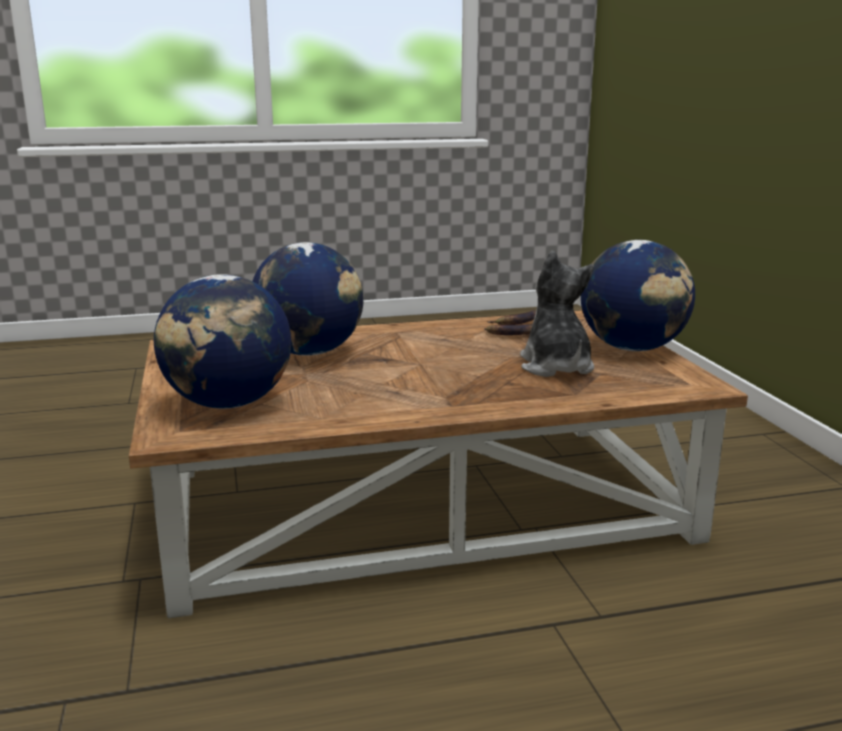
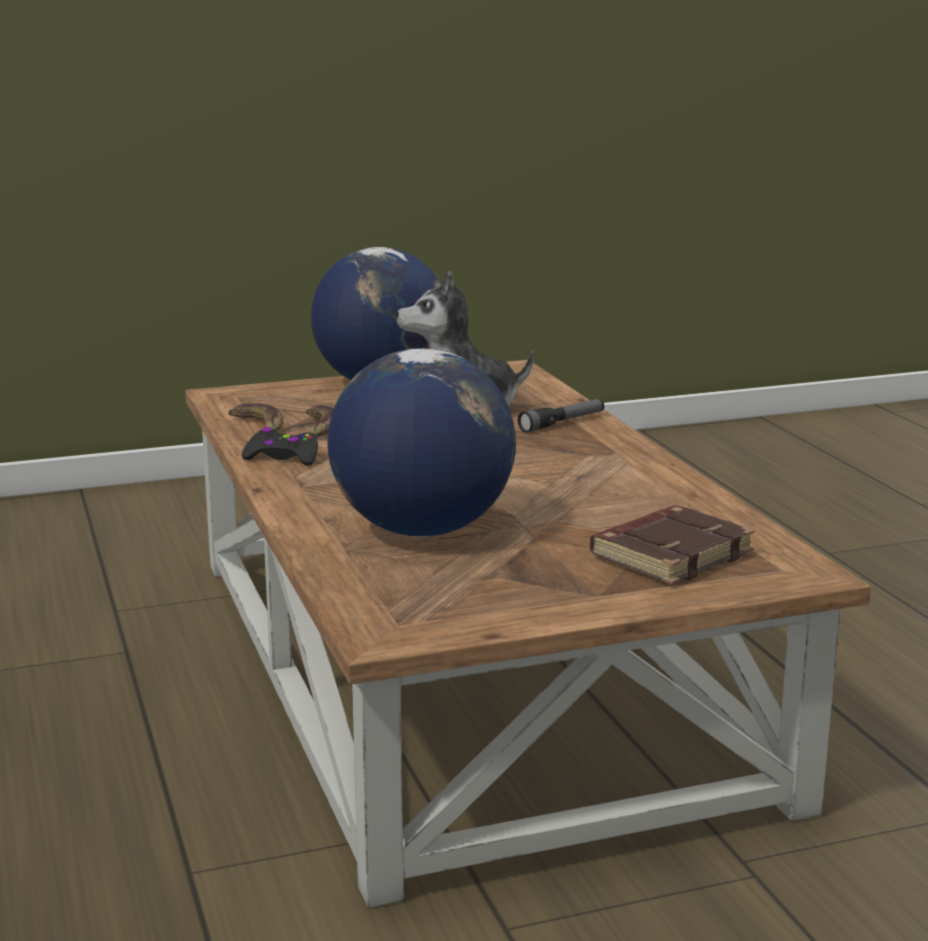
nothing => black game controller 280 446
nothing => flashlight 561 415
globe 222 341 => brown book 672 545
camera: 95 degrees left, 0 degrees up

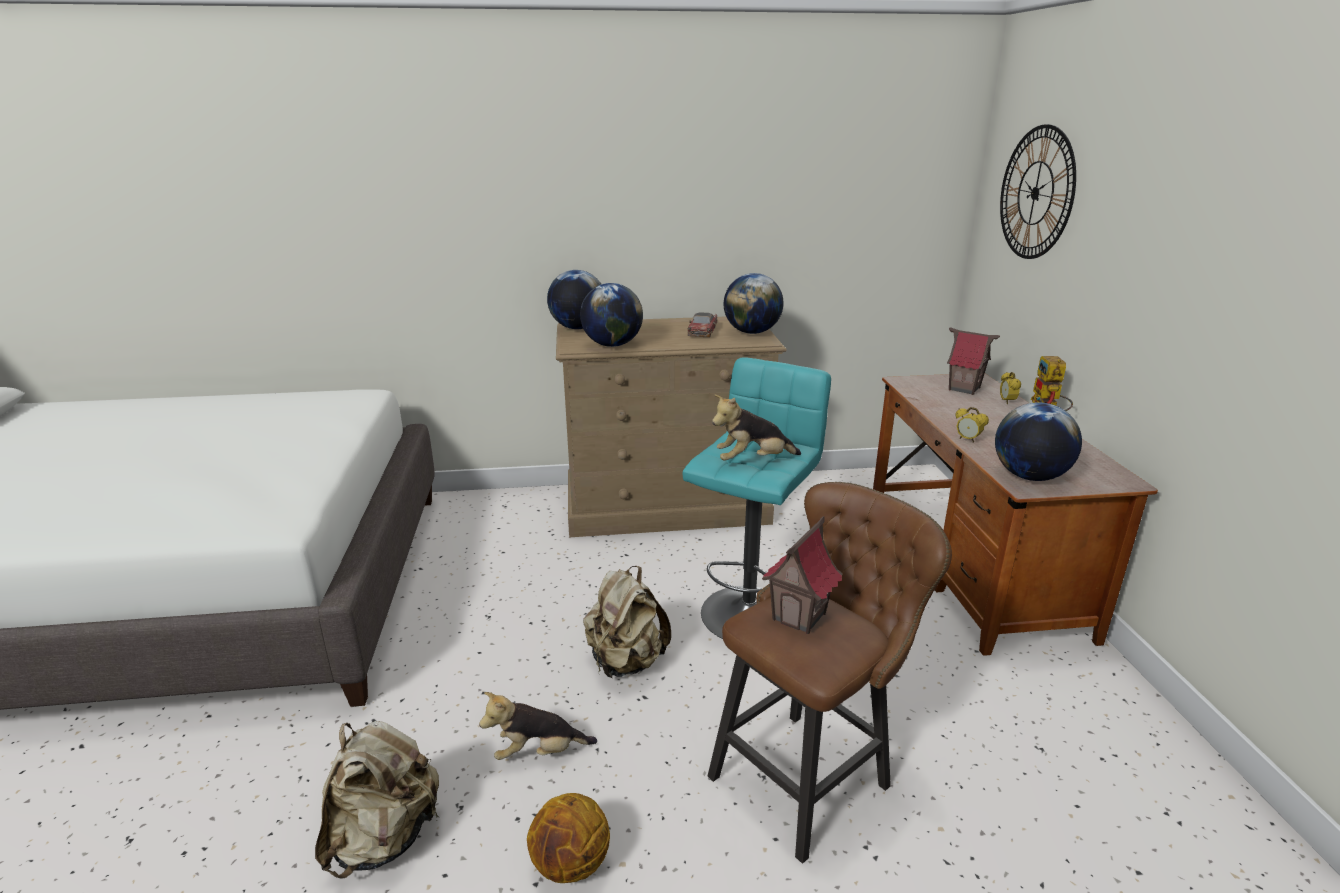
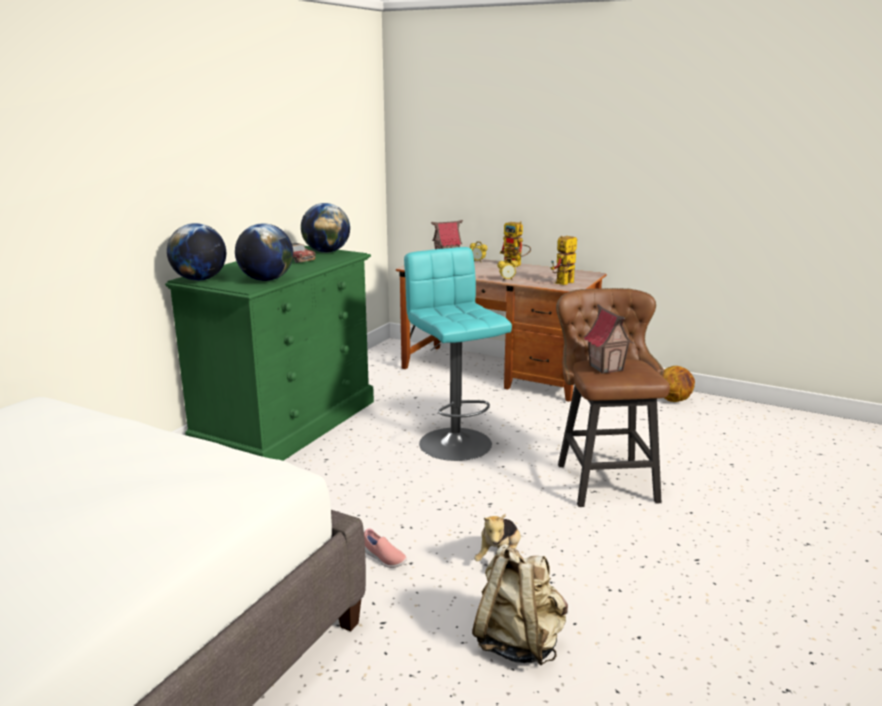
beige dresser 671 427 => green dresser 269 353
nothing => pink shoe 385 548
globe 1038 441 => toy robot 563 260
basketball 568 838 => basketball 679 384, relocated
beige backpack 627 622 => nothing
plush toy 756 428 => nothing
wall clock 1038 191 => nothing
camera: 55 degrees left, 5 degrees down

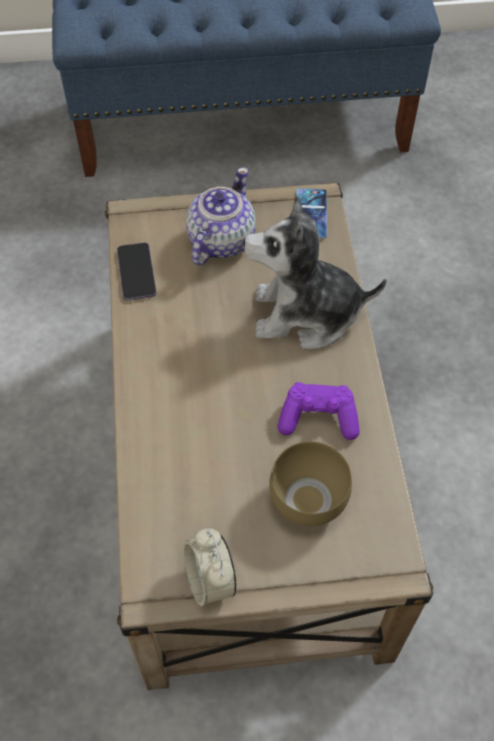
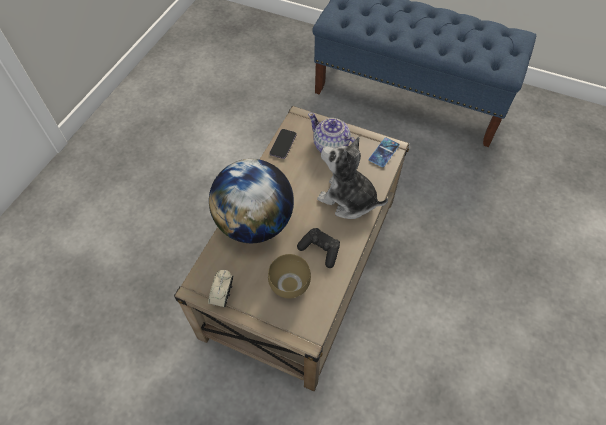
nothing => globe 251 201
purple game controller 318 411 => black game controller 318 248
teapot 221 216 => teapot 331 132, 105 degrees counterclockwise
camera: 30 degrees right, 0 degrees up

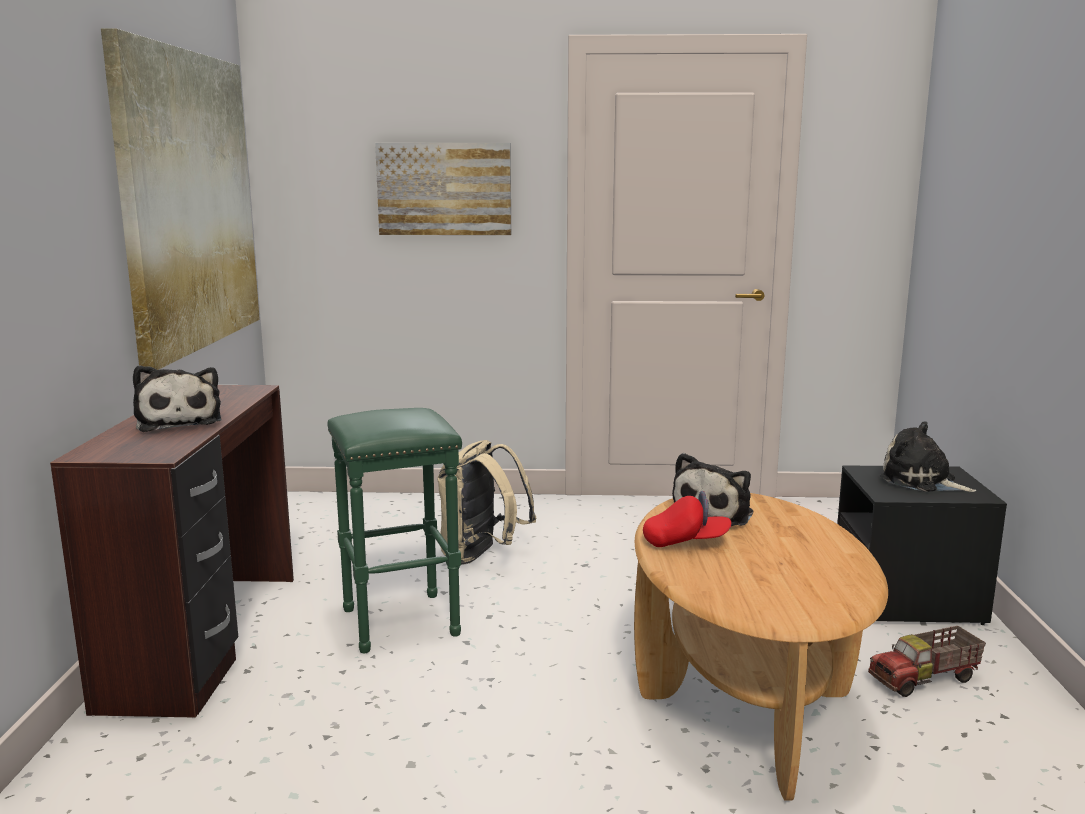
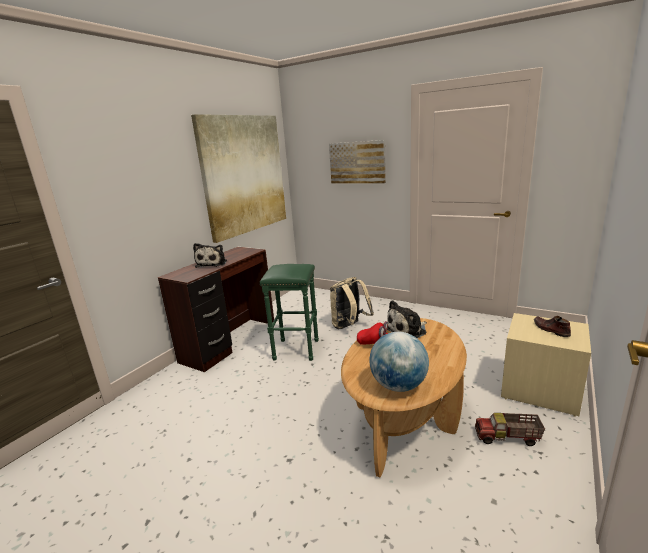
nothing => globe 399 362
black nightstand 922 545 => beige nightstand 546 365
plush toy 928 456 => brown shoe 552 326
camera: 30 degrees right, 5 degrees up

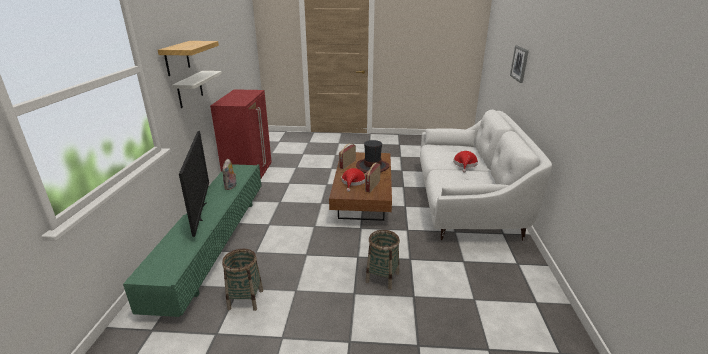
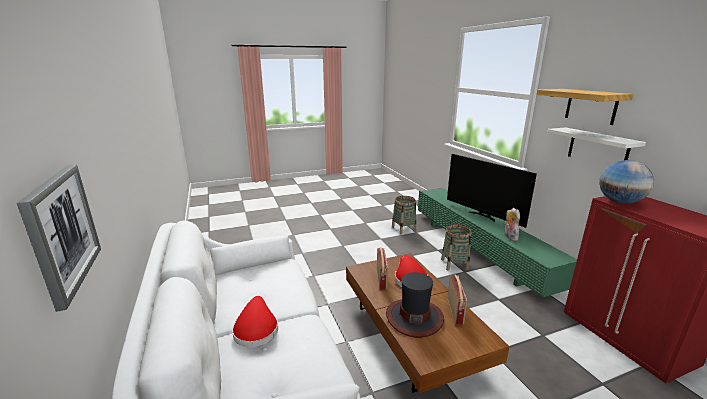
basket 382 260 => basket 456 247, relocated
nothing => globe 626 182
camera: 155 degrees right, 5 degrees down

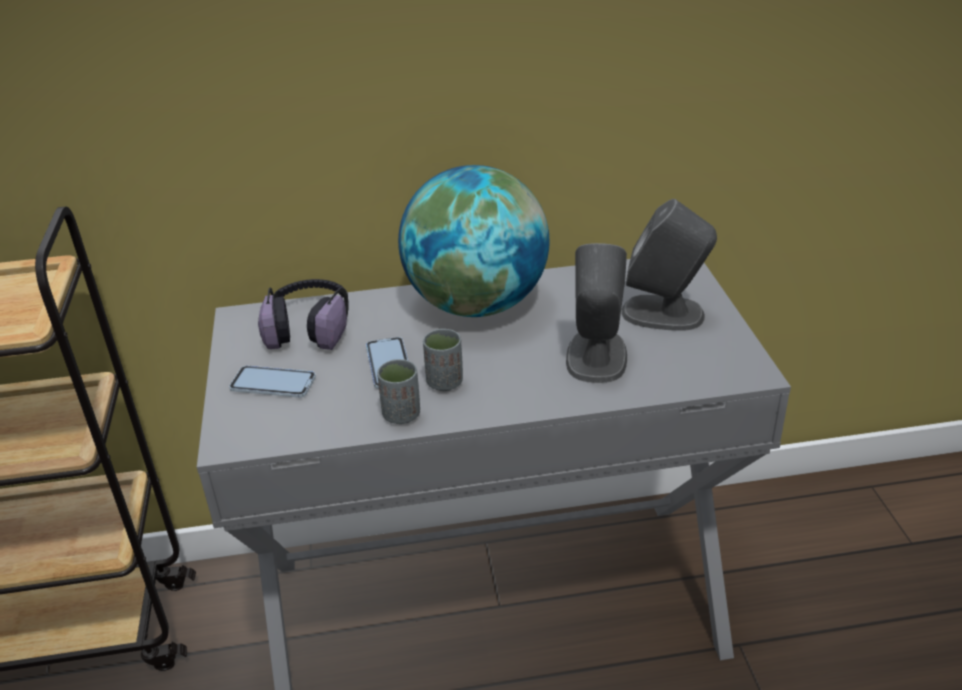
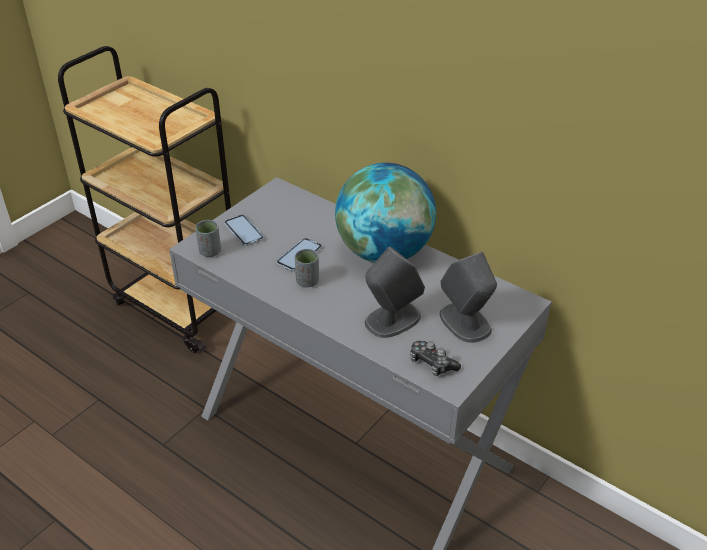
grey cup 398 391 => grey cup 208 238, relocated
nothing => game controller 435 358
headphones 303 314 => nothing
camera: 45 degrees right, 5 degrees up

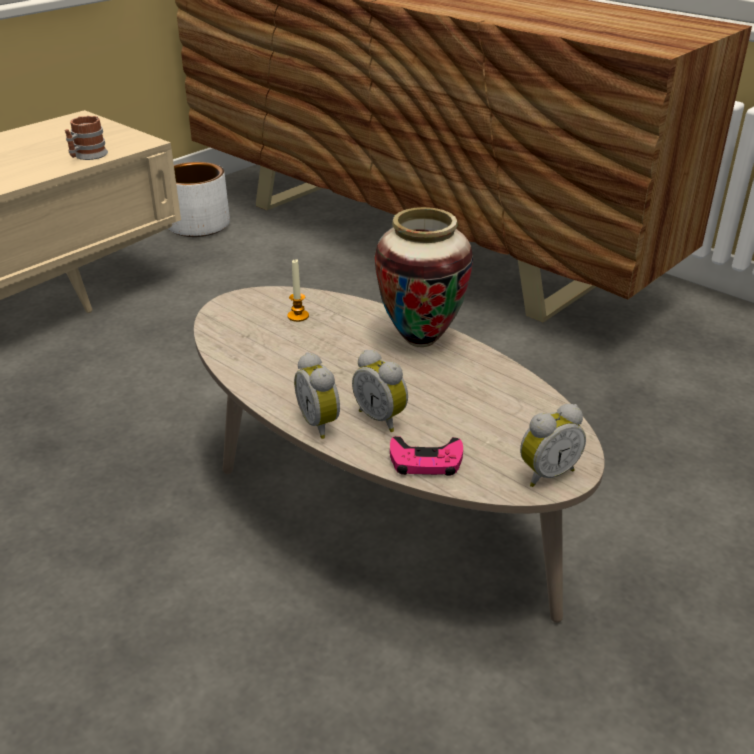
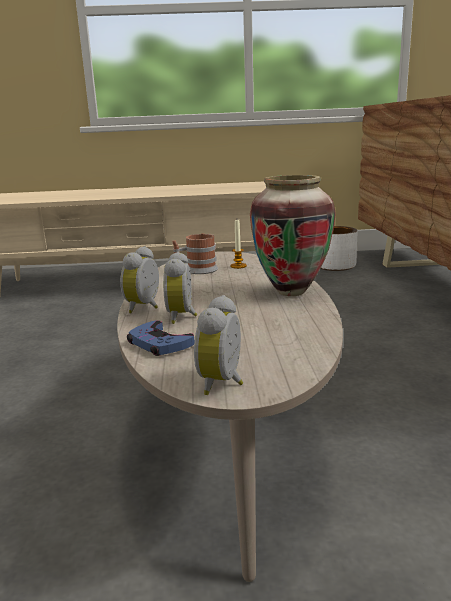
pink game controller 426 456 => blue game controller 161 338
mug 86 138 => mug 195 253, relocated
alarm clock 553 445 => alarm clock 218 345, 90 degrees clockwise
camera: 45 degrees right, 15 degrees down

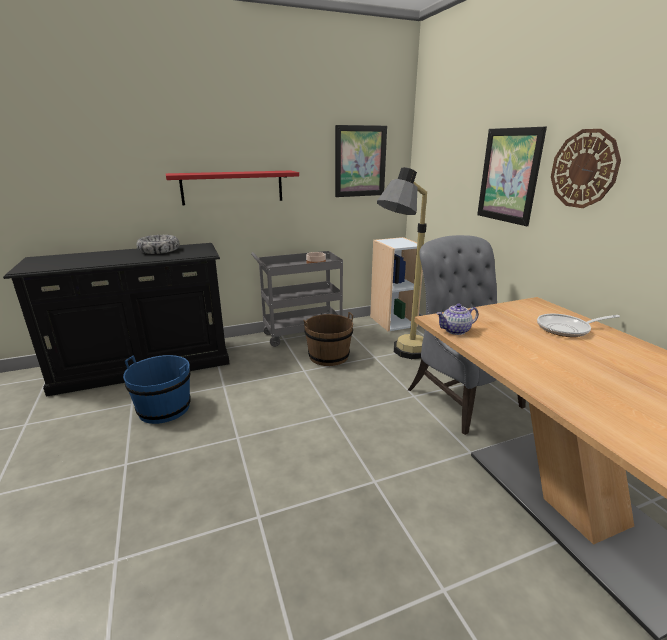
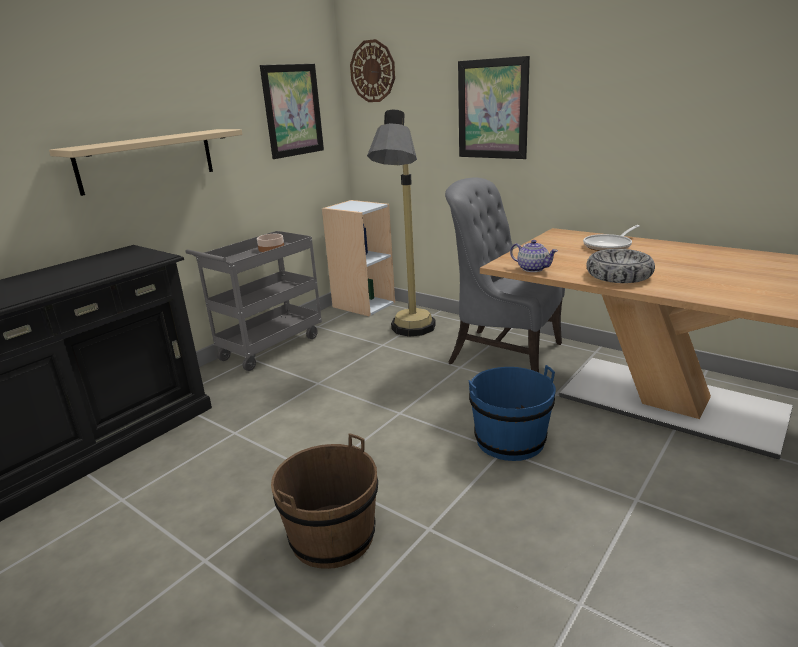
red shelf 232 188 => beige shelf 146 162
brown bucket 328 339 => brown bucket 324 501, relocated
wall clock 586 168 => wall clock 372 70, relocated
blue bucket 156 389 => blue bucket 512 413, relocated
teapot 457 319 => teapot 534 256, 90 degrees counterclockwise
bowl 157 244 => bowl 620 266, relocated
camera: 30 degrees left, 0 degrees up

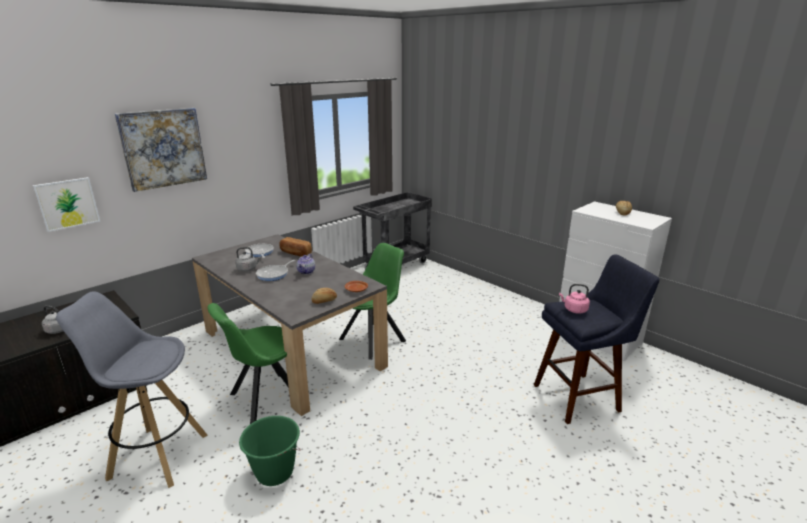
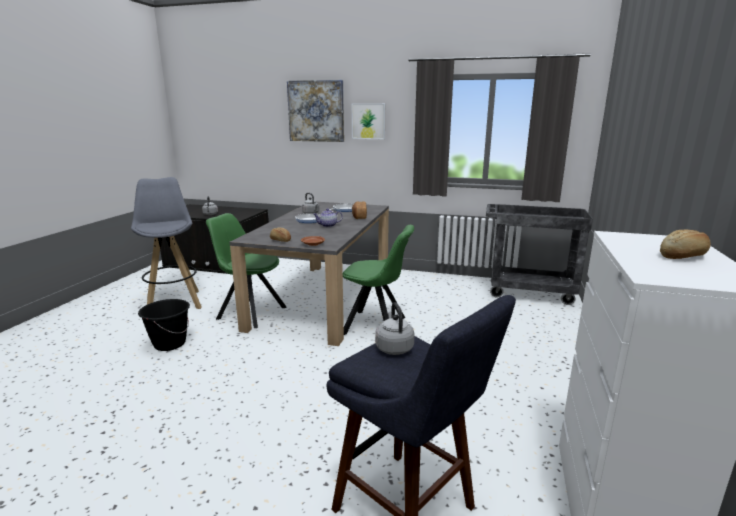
green bucket 270 451 => black bucket 164 325
picture 66 204 => picture 368 121, relocated
pink kettle 574 299 => grey kettle 395 328
camera: 60 degrees right, 5 degrees down

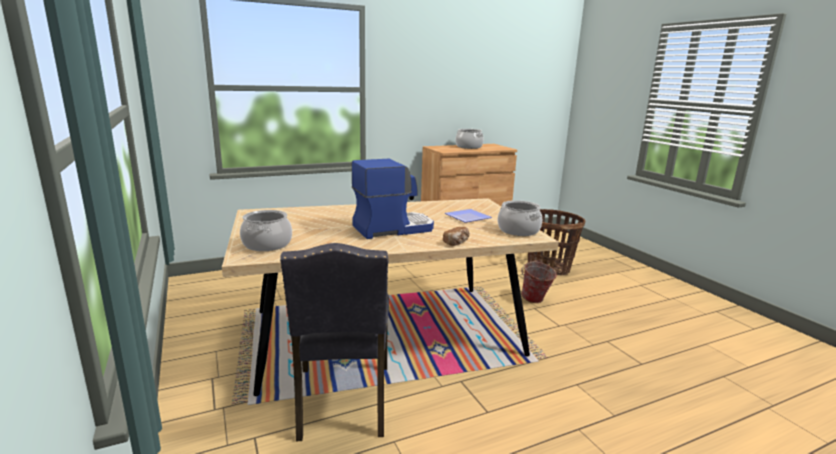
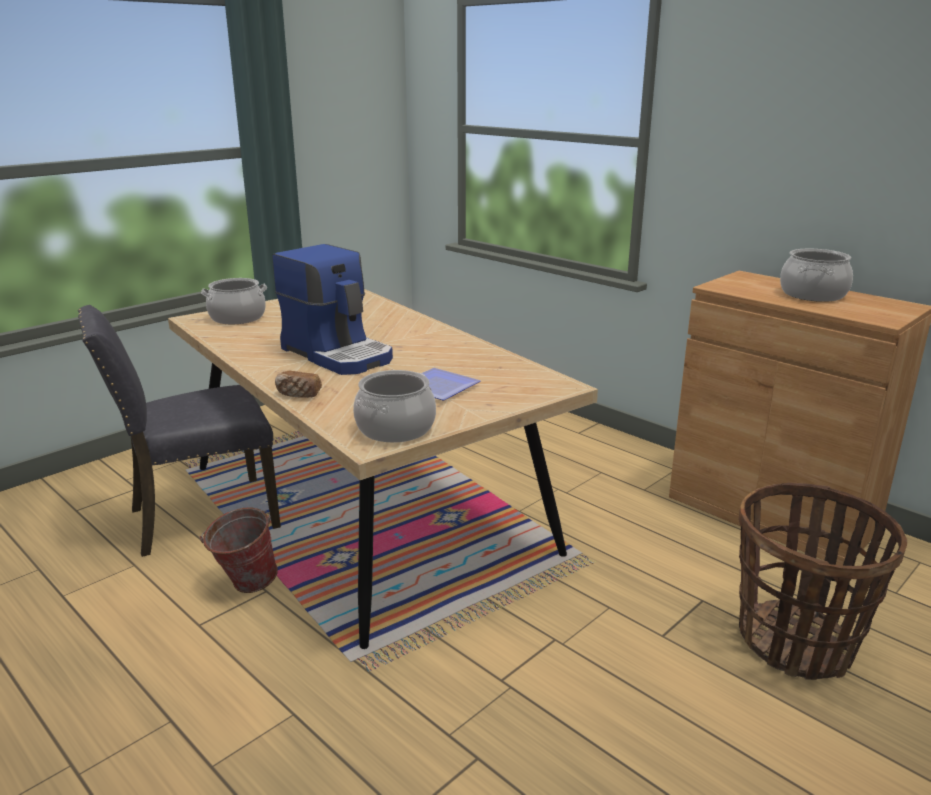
bucket 539 281 => bucket 239 550, relocated
camera: 70 degrees right, 5 degrees up

